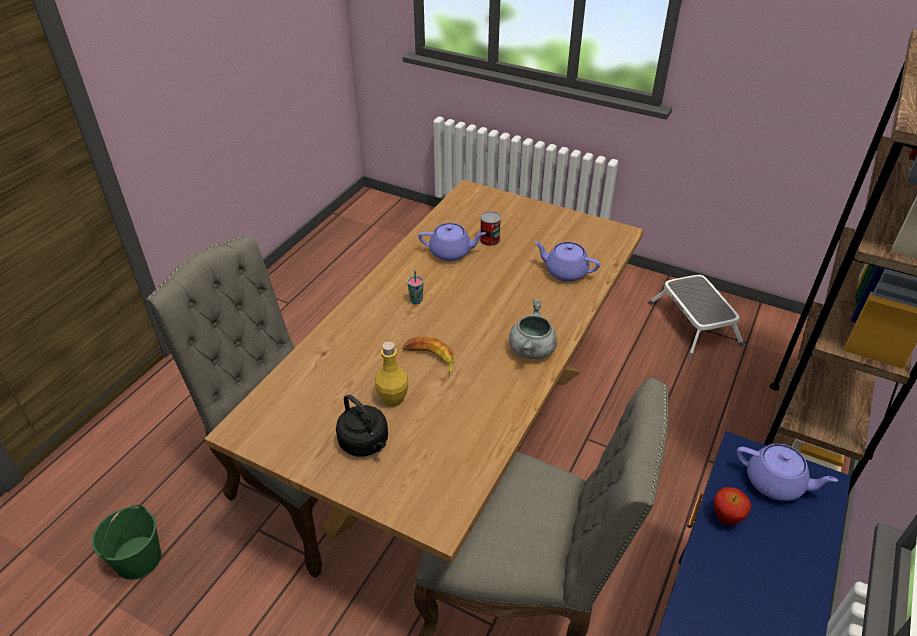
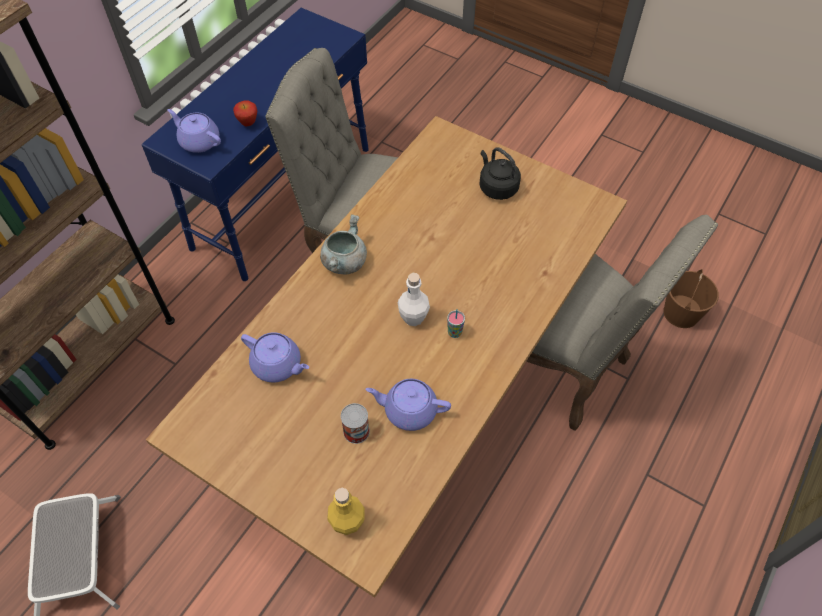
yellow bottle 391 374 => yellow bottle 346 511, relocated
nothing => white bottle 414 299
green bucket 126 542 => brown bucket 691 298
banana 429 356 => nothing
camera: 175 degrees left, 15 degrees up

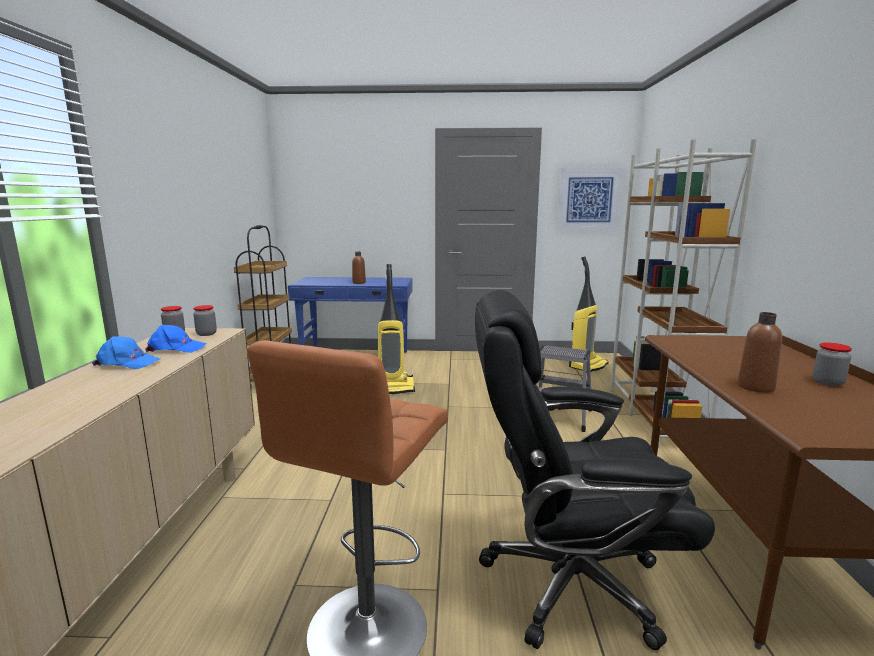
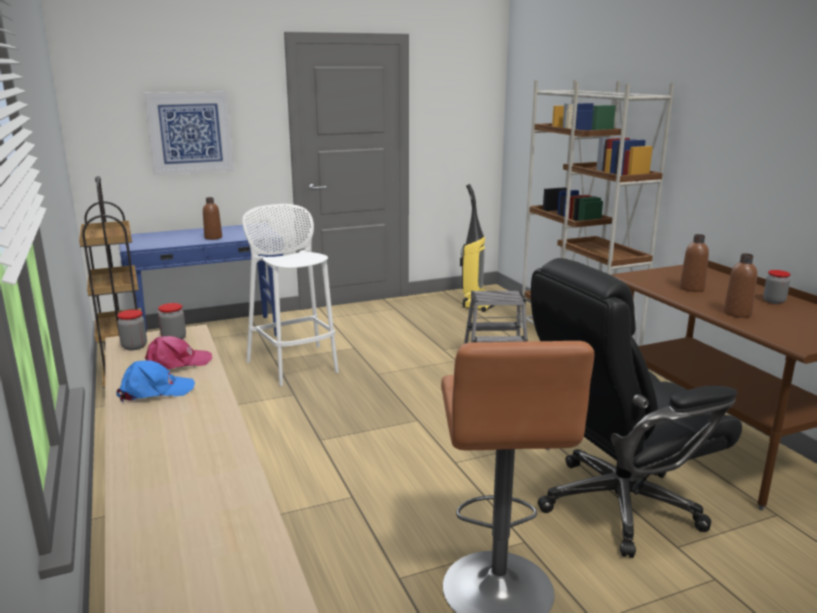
picture 590 199 => picture 189 133, relocated
blue cap 176 339 => pink cap 178 352
vacuum cleaner 396 329 => white stool 290 295
nothing => brown bottle 694 263
camera: 25 degrees left, 5 degrees up

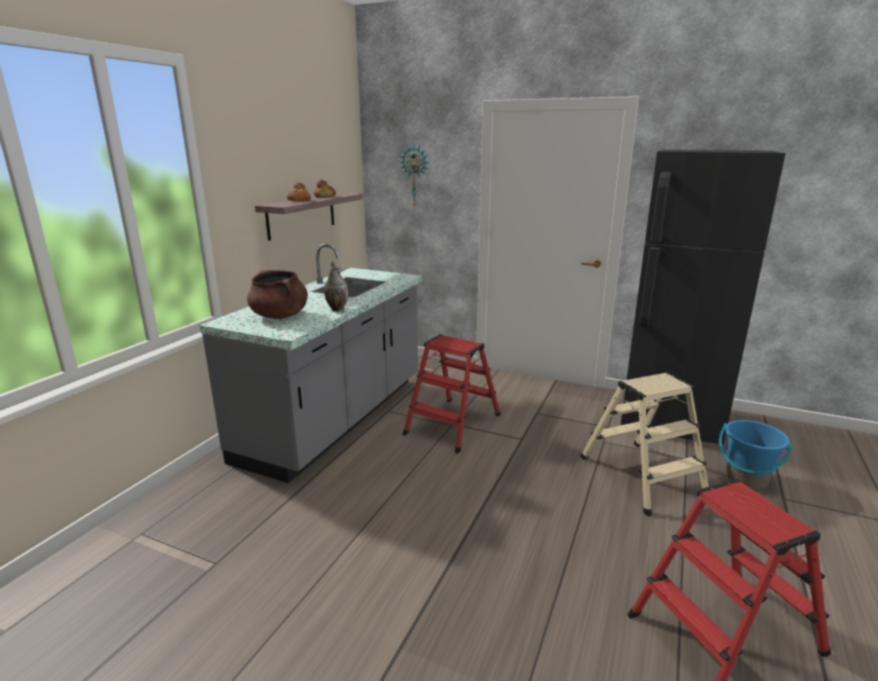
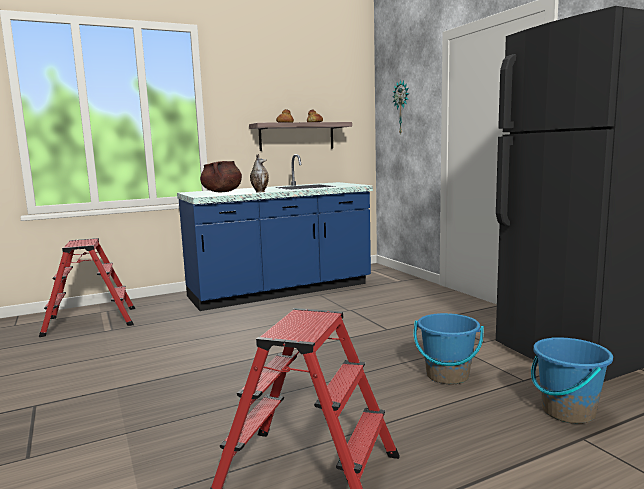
red step ladder 451 394 => red step ladder 87 287, relocated
grey counter 310 363 => blue counter 275 232
beige step ladder 644 444 => blue bucket 449 348
camera: 40 degrees right, 10 degrees down

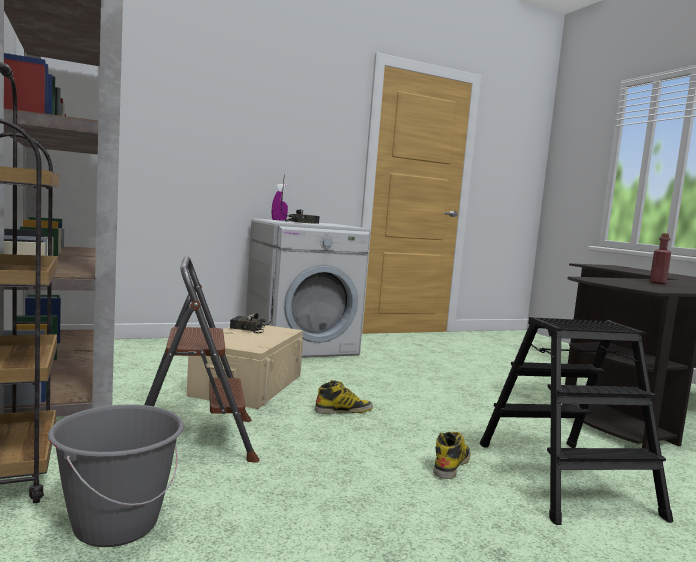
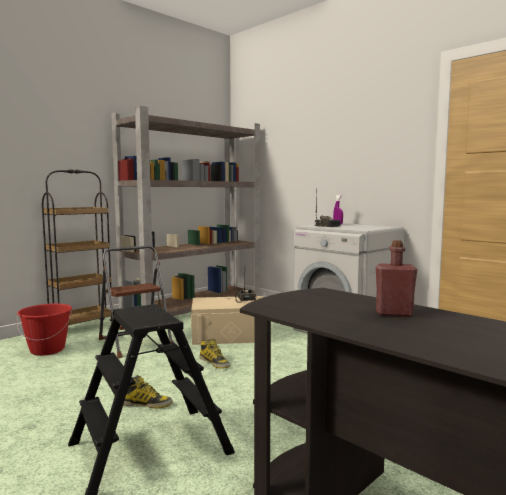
grey bucket 116 475 => red bucket 44 329
camera: 70 degrees right, 0 degrees up

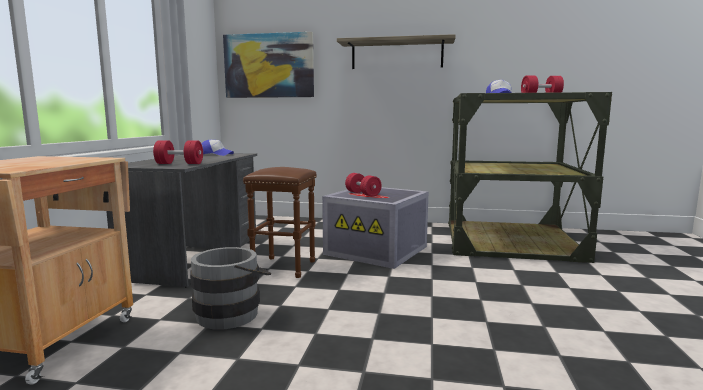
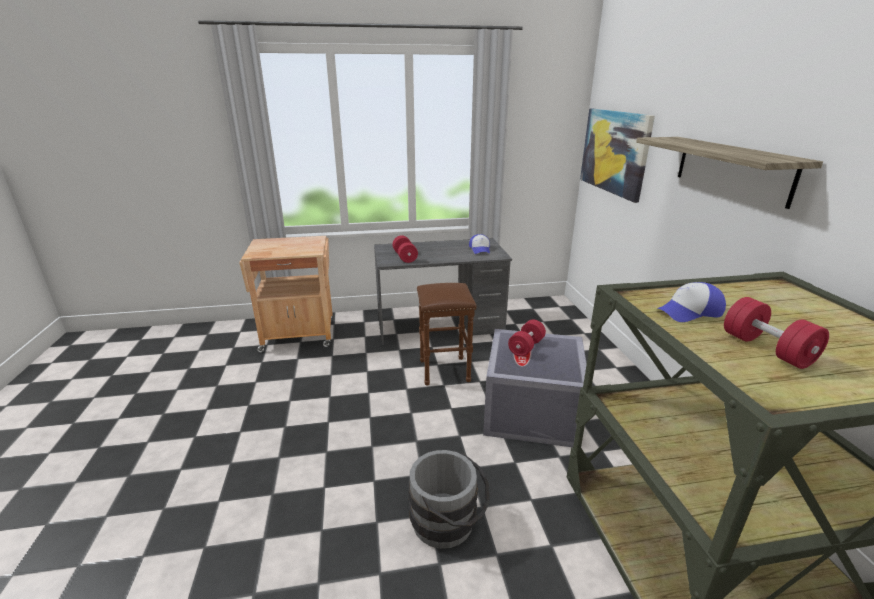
grey bucket 230 288 => grey bucket 449 499, relocated
camera: 70 degrees right, 15 degrees up

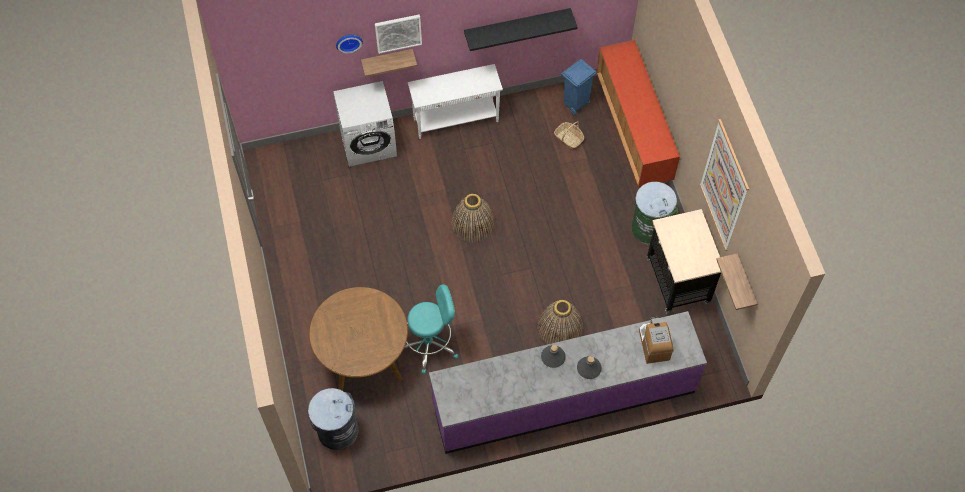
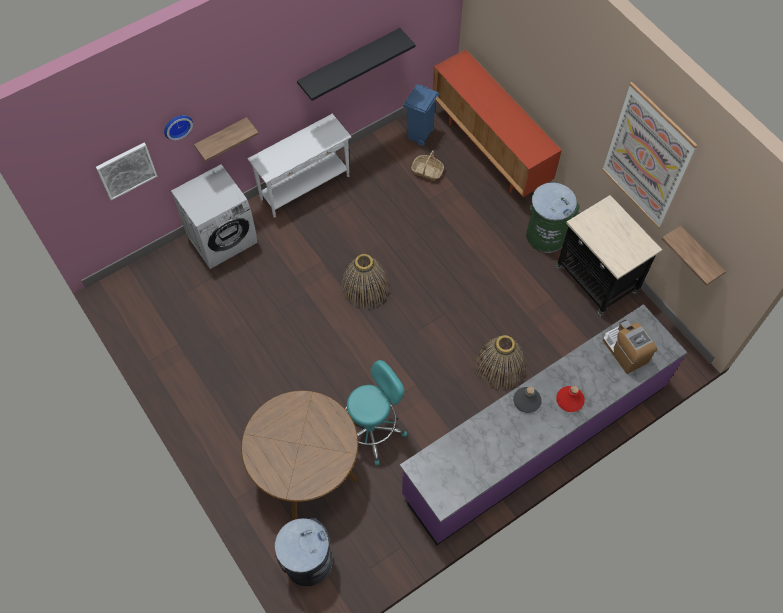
picture 398 34 => picture 126 171, relocated
grey bottle 589 367 => red bottle 570 399
camera: 20 degrees left, 0 degrees up

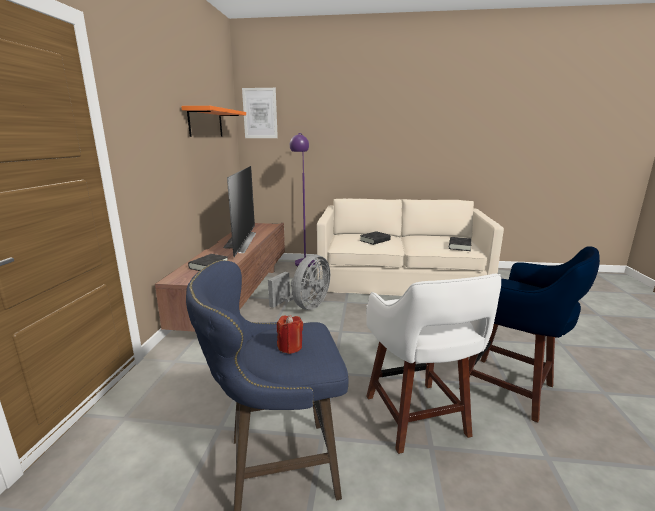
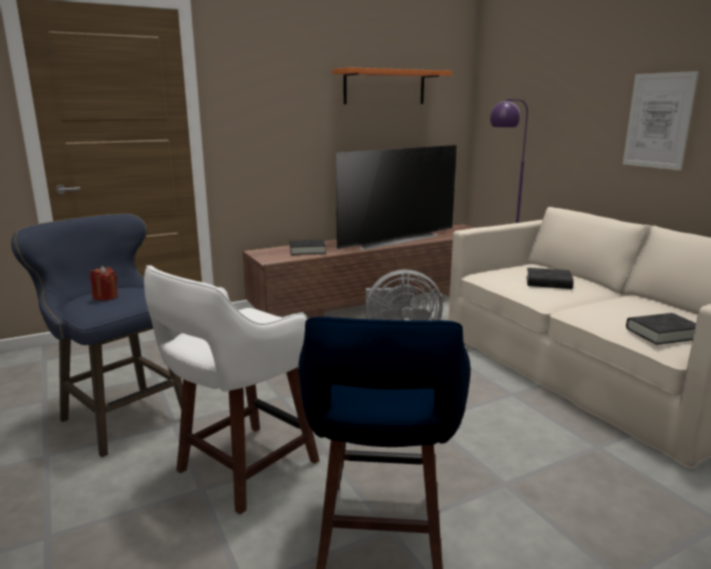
picture 260 113 => picture 661 120, relocated
camera: 55 degrees right, 0 degrees up

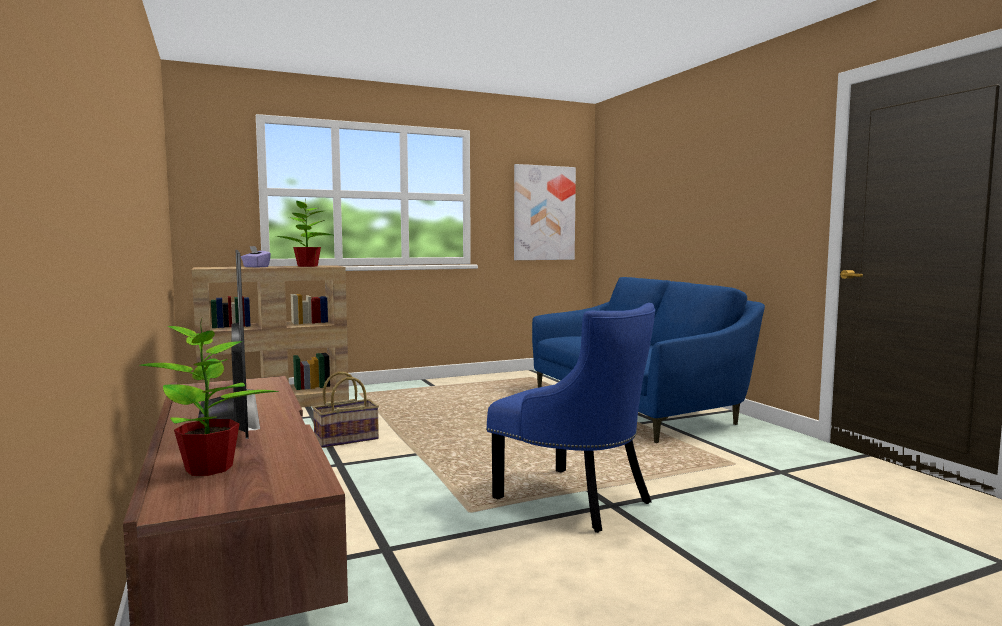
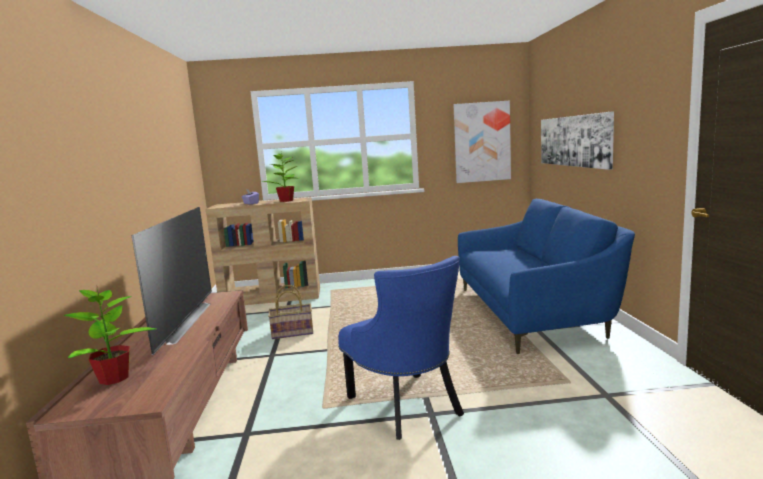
nothing => picture 577 140
camera: 20 degrees right, 5 degrees up

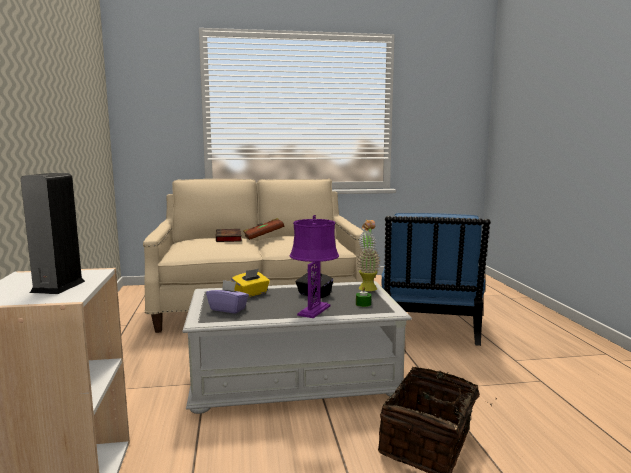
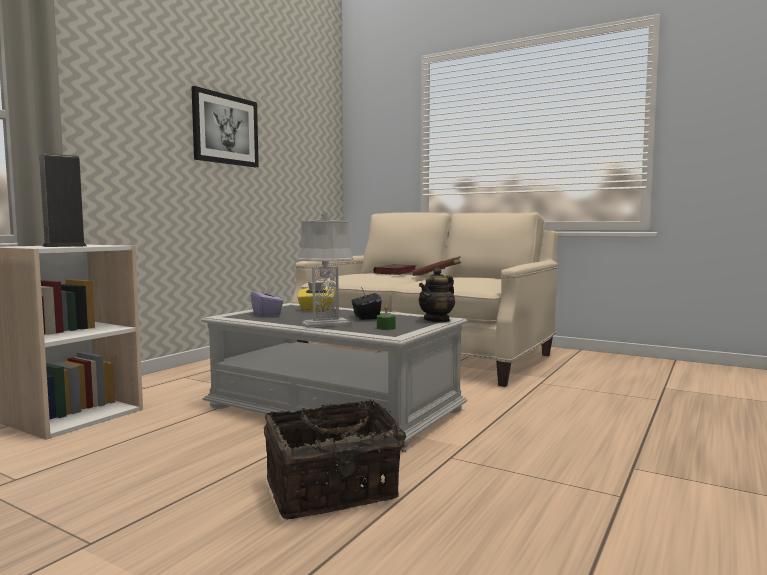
nothing => picture 225 126
purple table lamp 314 266 => grey table lamp 325 270
potted plant 368 255 => teapot 437 295
blue armchair 436 279 => nothing
camera: 40 degrees right, 5 degrees down

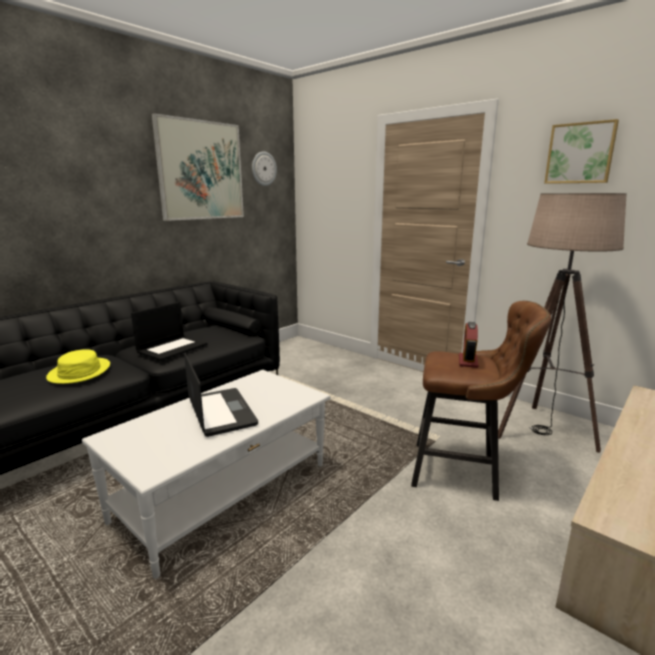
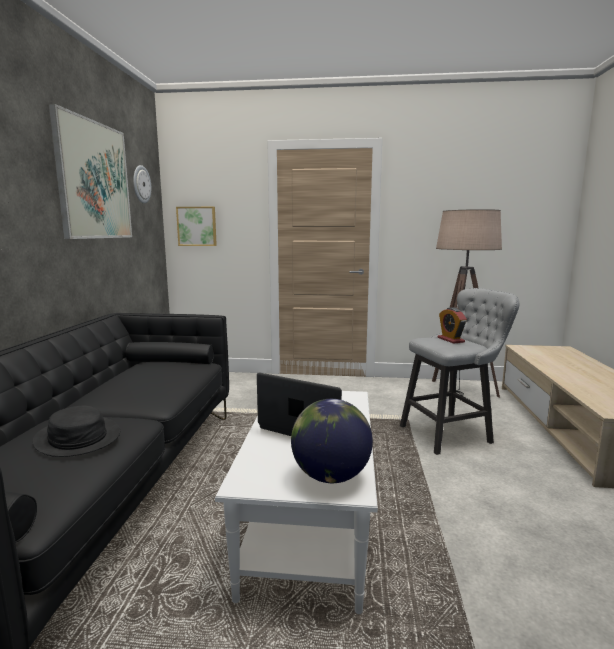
yellow hat 78 366 => black hat 76 431
picture 581 151 => picture 196 226, relocated
nothing => globe 332 441
brown stool 481 401 => grey stool 459 371
laptop 169 331 => nothing
camera: 35 degrees left, 5 degrees down

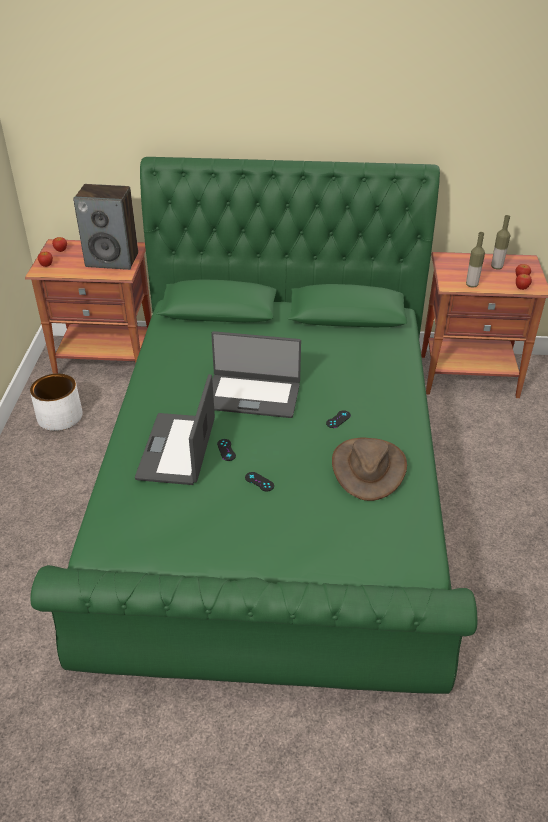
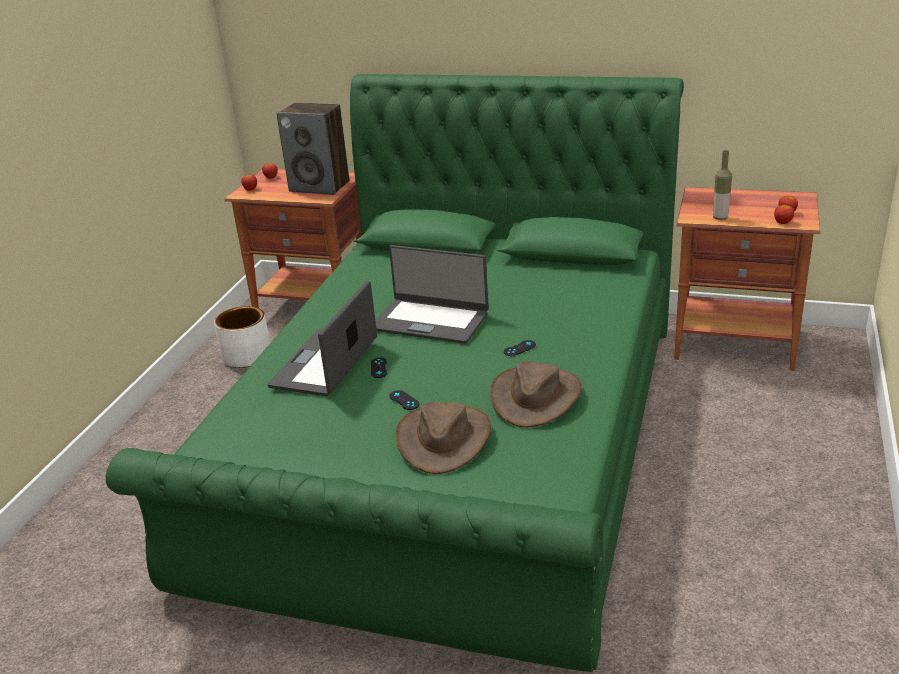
nothing => brown hat 443 438
bottle 500 242 => nothing
camera: 15 degrees right, 10 degrees down

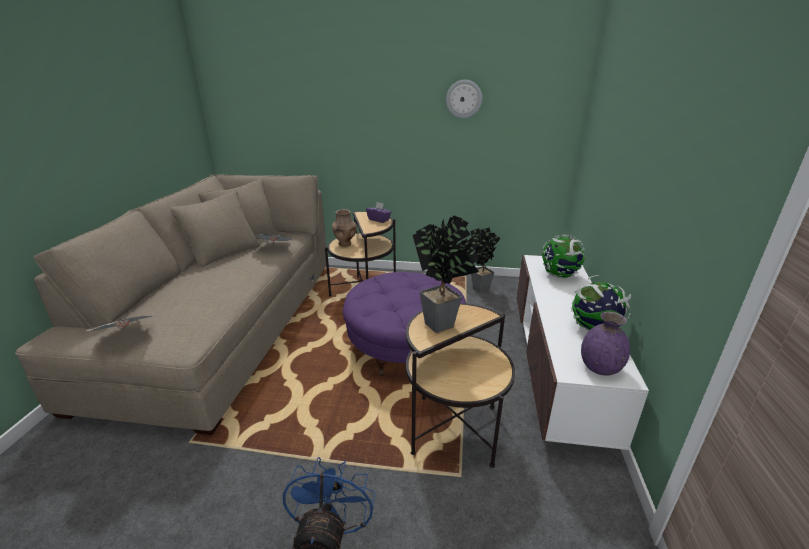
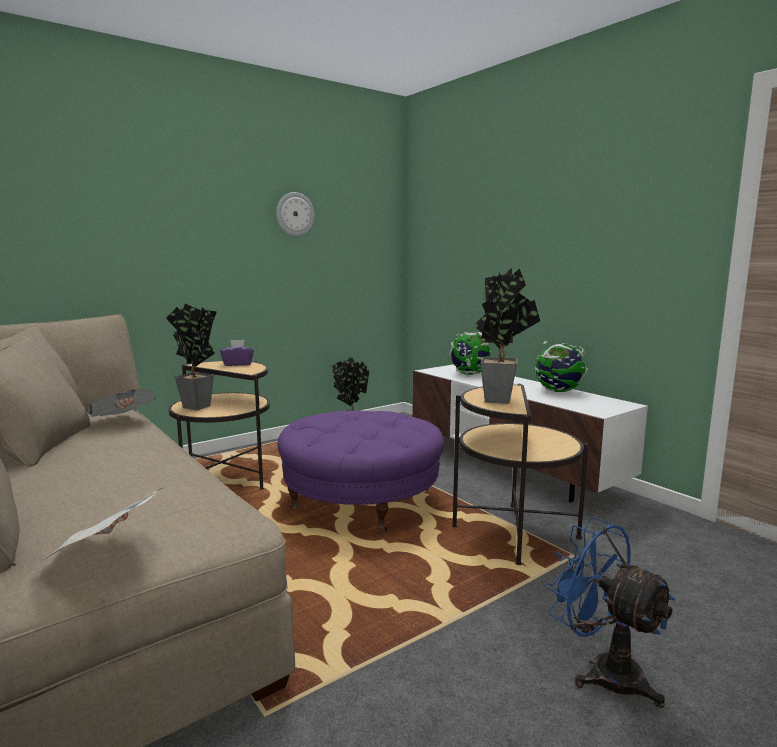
brown vase 344 228 => potted plant 191 357
purple vase 605 343 => nothing
camera: 45 degrees left, 15 degrees down

